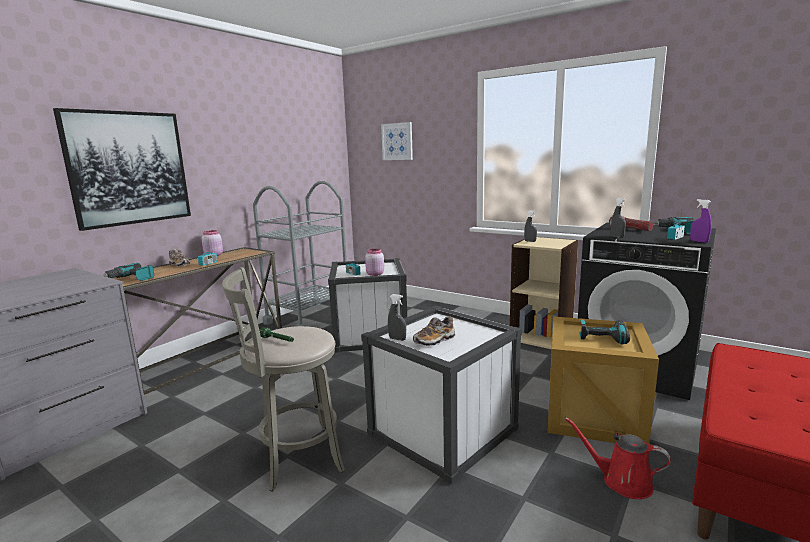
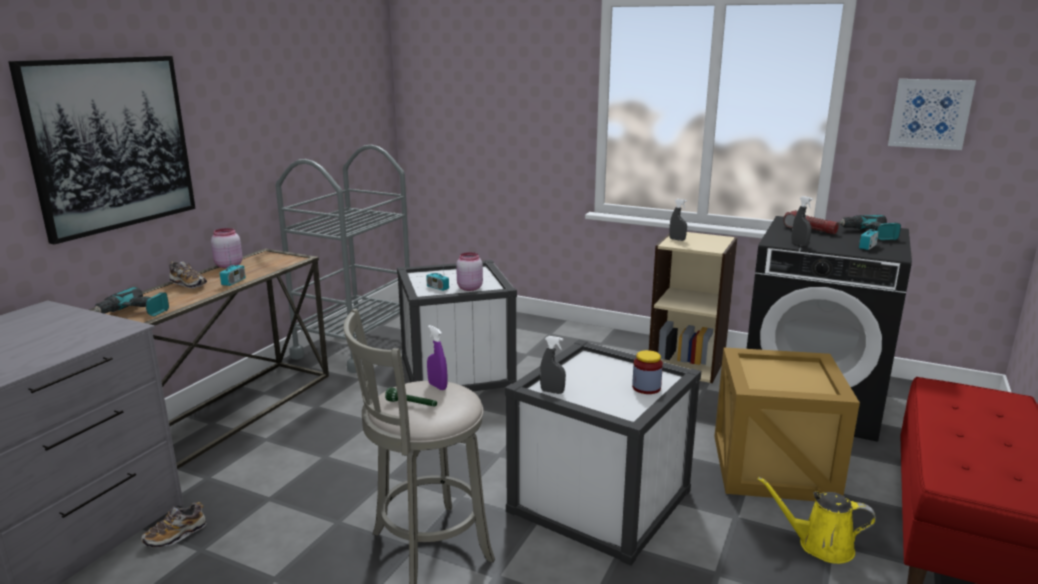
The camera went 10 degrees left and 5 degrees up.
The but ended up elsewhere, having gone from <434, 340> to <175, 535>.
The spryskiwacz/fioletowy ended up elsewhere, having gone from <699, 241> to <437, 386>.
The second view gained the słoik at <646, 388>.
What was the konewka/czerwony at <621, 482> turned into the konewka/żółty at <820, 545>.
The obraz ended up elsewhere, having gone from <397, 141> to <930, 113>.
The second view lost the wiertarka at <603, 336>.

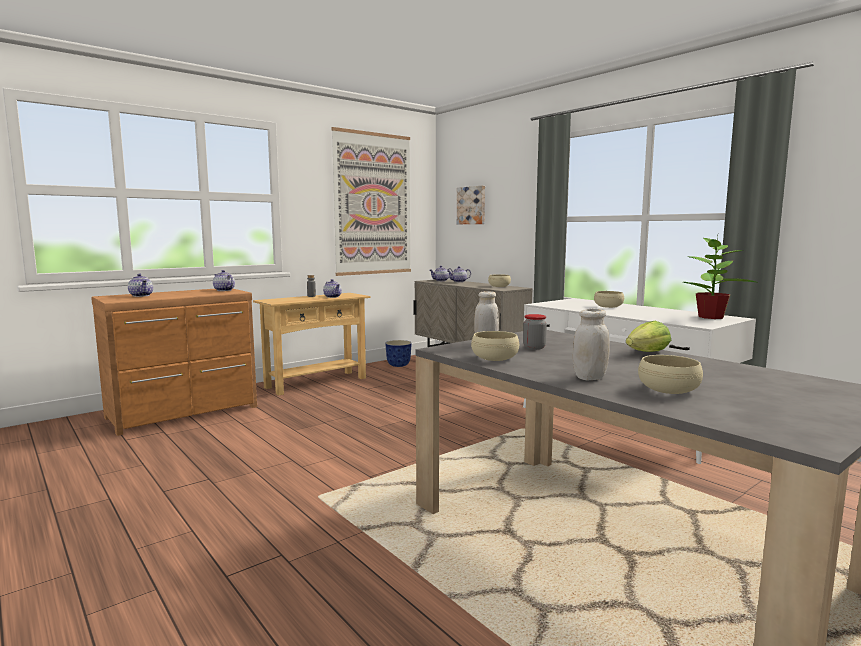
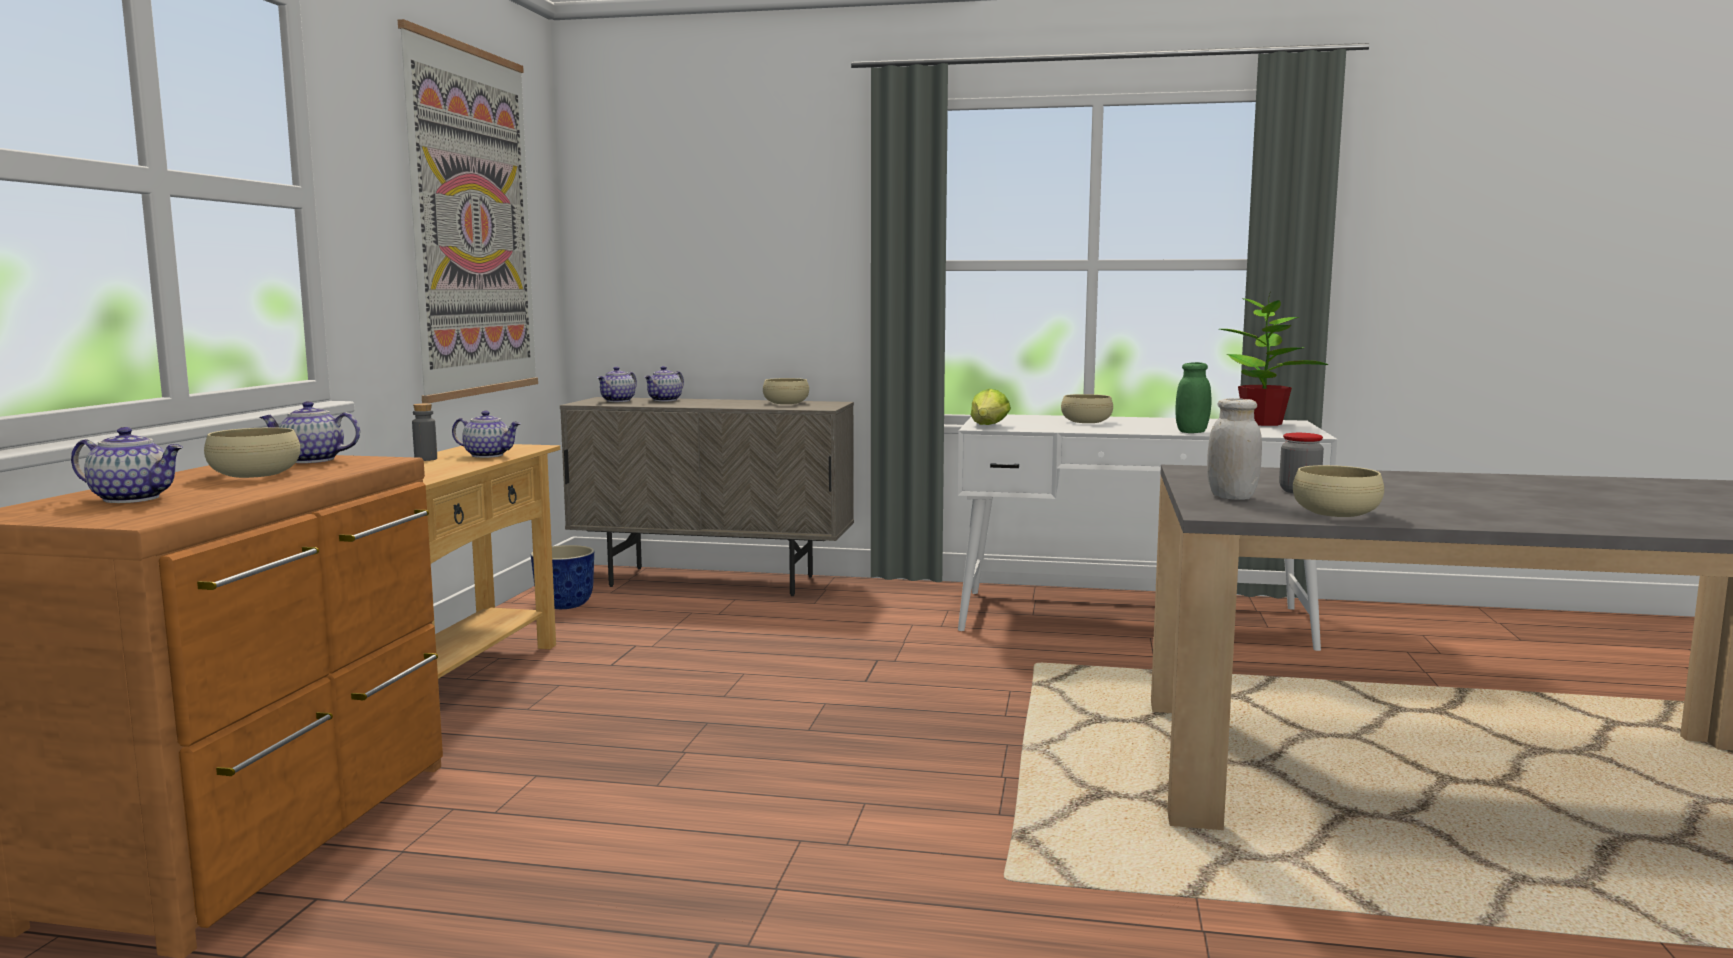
The camera went 40 degrees left and 0 degrees up.
The miska/beżowy ended up elsewhere, having gone from <668, 389> to <255, 474>.
The sałata ended up elsewhere, having gone from <647, 353> to <989, 426>.
The second view gained the słoik/zielony at <1192, 432>.
The second view lost the obraz at <472, 205>.
The second view lost the słoik/biały at <590, 378>.

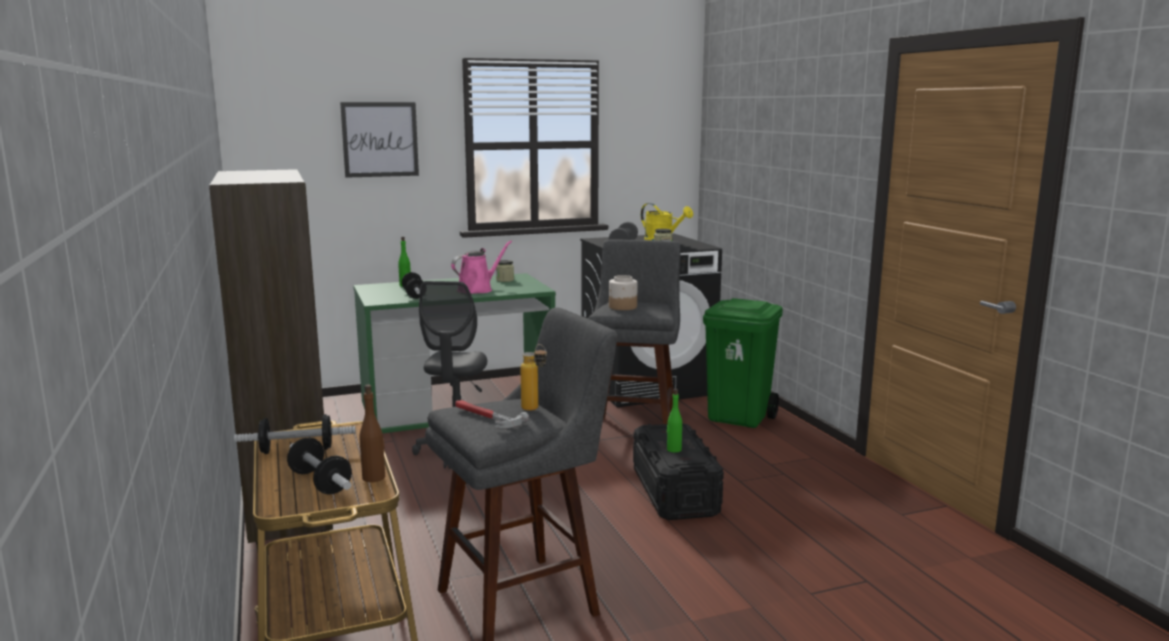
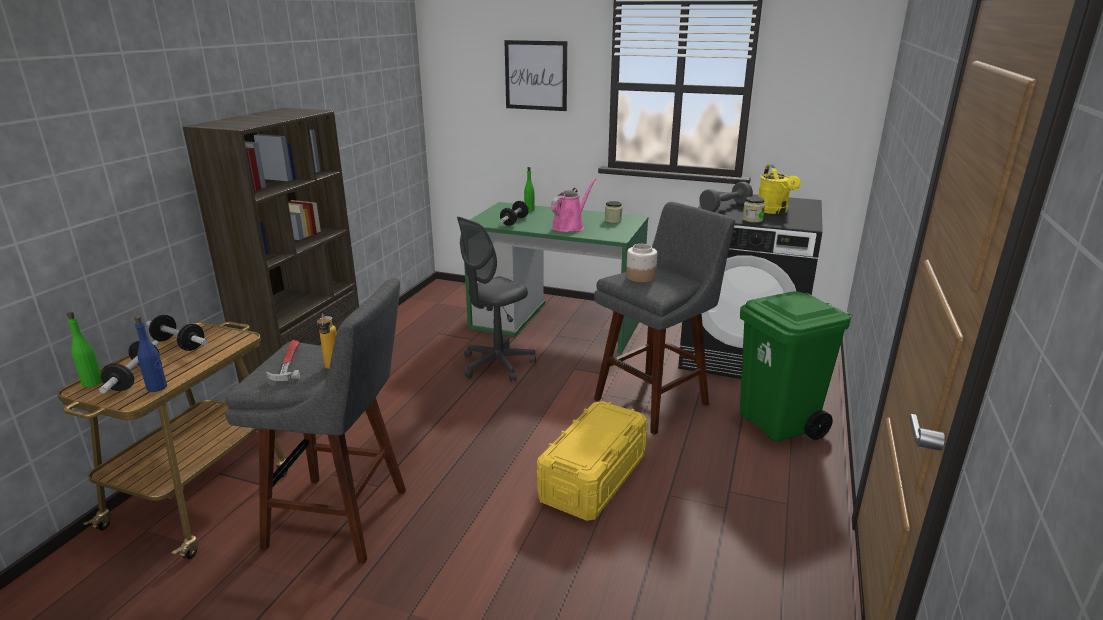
The camera went 40 degrees right and 10 degrees up.
The butelka/zielony ended up elsewhere, having gone from <673, 449> to <92, 382>.
What was the butelka/brązowy at <374, 477> turned into the butelka/niebieski at <157, 387>.
What was the pojemnik do przechowywania/czarny at <675, 492> turned into the pojemnik do przechowywania/żółty at <593, 477>.
The konewka/różowy at <477, 289> ended up facing another way, 45 degrees counterclockwise from before.

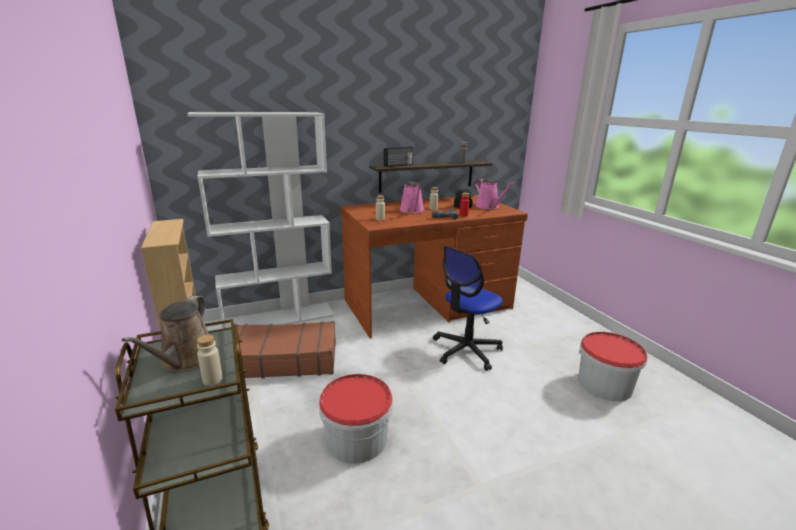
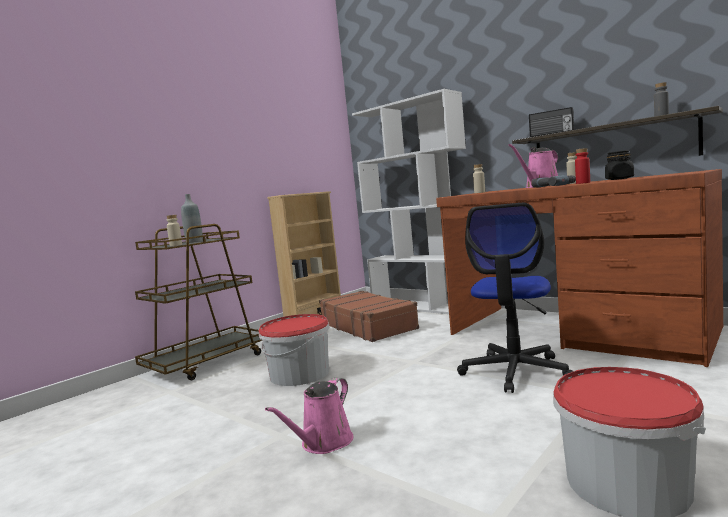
The camera went 65 degrees right and 15 degrees down.
Where the konewka/brązowy stood at <185, 360>, the butelka/szary came to stand at <194, 242>.
The konewka/różowy ended up elsewhere, having gone from <488, 206> to <323, 443>.
The krzesło biurowe at <466, 350> ended up facing another way, 90 degrees counterclockwise from before.

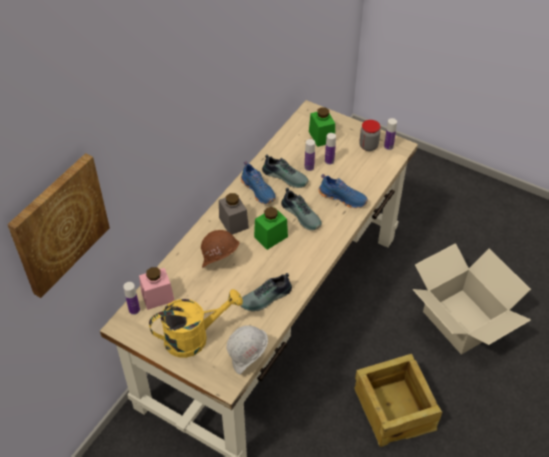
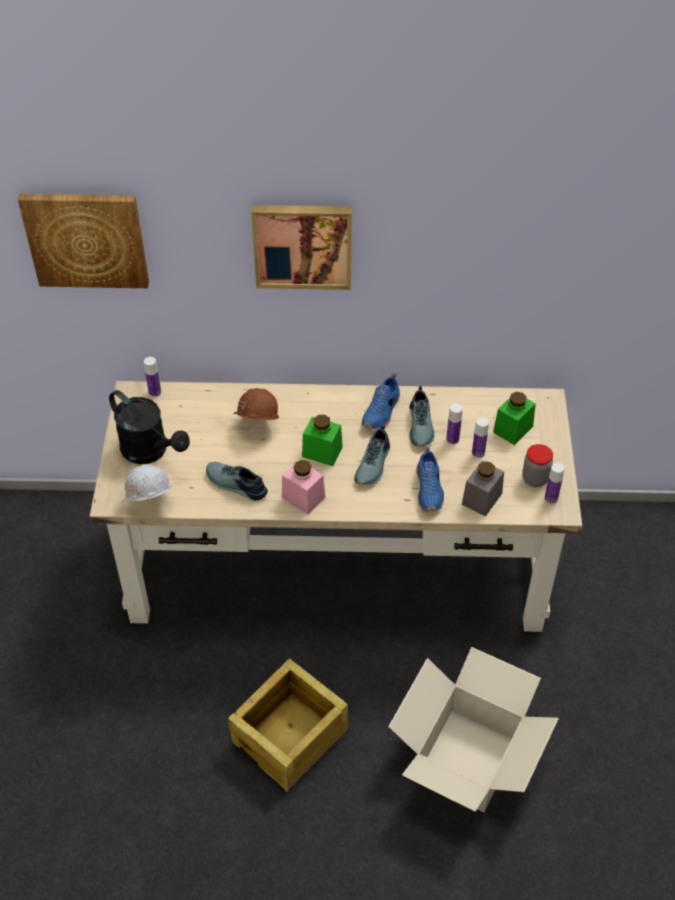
The camera went 60 degrees right and 0 degrees up.
What was the konewka/żółty at <194, 337> turned into the konewka/czarny at <150, 451>.
The second view gained the obraz at <303, 244>.
The słoik/różowy ended up elsewhere, having gone from <157, 297> to <303, 497>.
The słoik/szary ended up elsewhere, having gone from <233, 223> to <481, 499>.

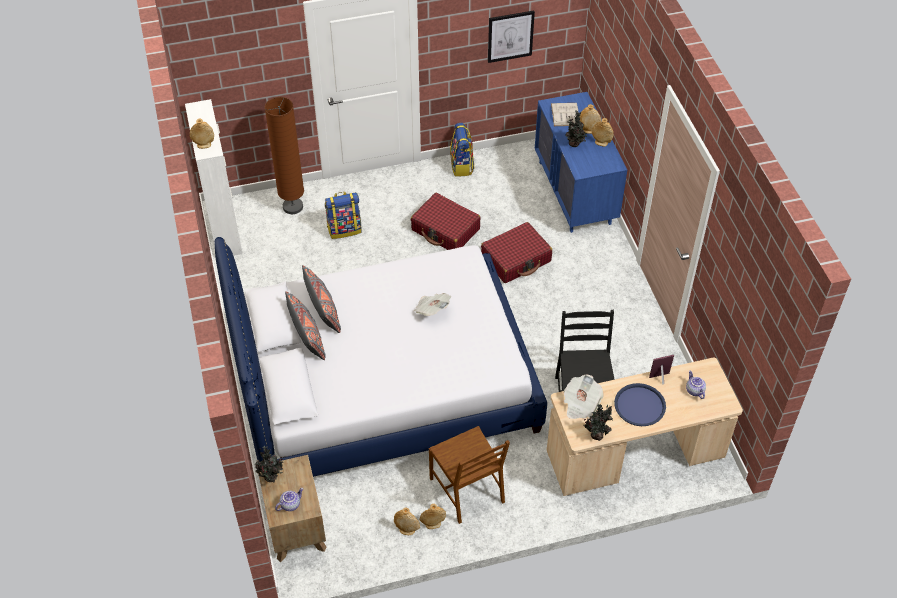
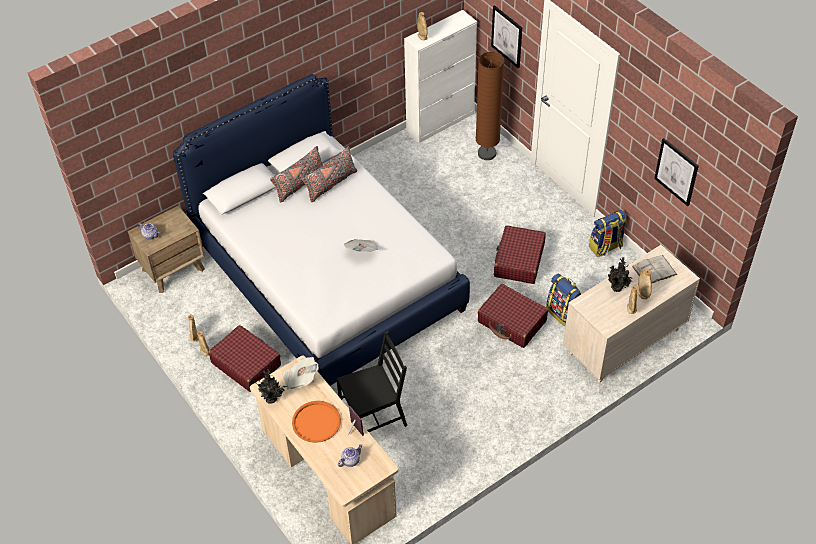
The camera went 70 degrees right and 0 degrees up.
Where the krzesło/brązowy stood at <468, 490>, the walizka/czerwony came to stand at <246, 364>.
What was the taca/niebieski at <639, 405> turned into the taca/pomarańczowy at <316, 422>.
The second view gained the obraz at <507, 36>.
The plecak ended up elsewhere, having gone from <344, 229> to <563, 313>.
What was the komoda/niebieski at <575, 193> turned into the komoda/beżowy at <623, 342>.
The second view lost the roślina doniczkowa at <271, 478>.

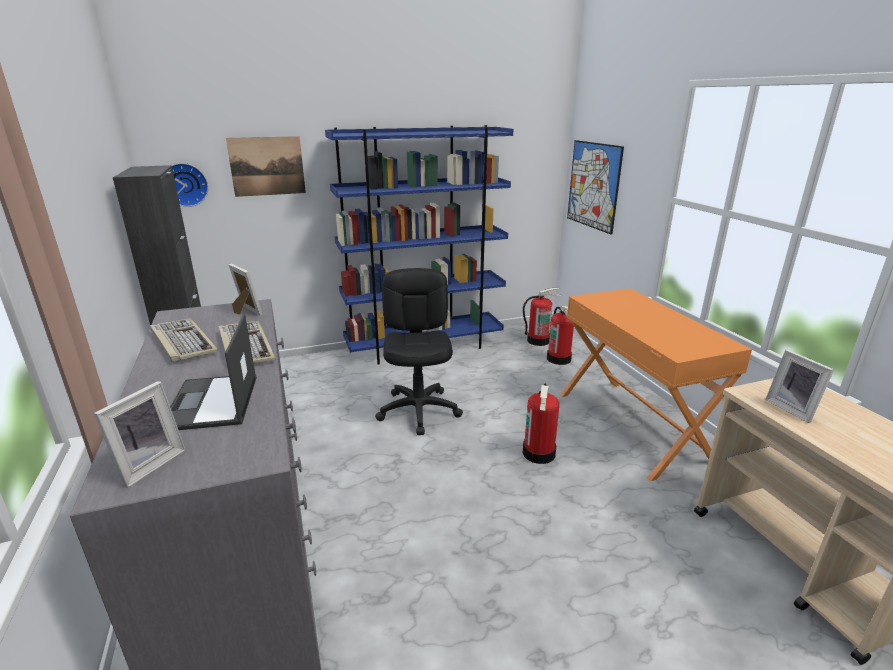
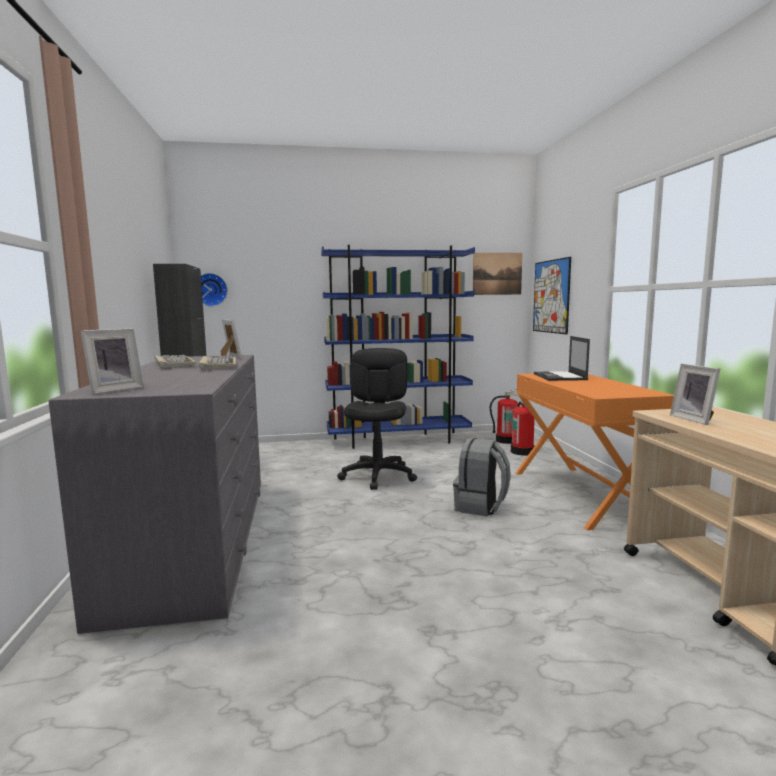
The camera went 10 degrees right and 15 degrees down.
Where the gaśnica stood at <539, 453>, the plecak/szary came to stand at <480, 507>.
The obraz ended up elsewhere, having gone from <267, 166> to <497, 273>.
The laptop ended up elsewhere, having gone from <212, 403> to <560, 377>.

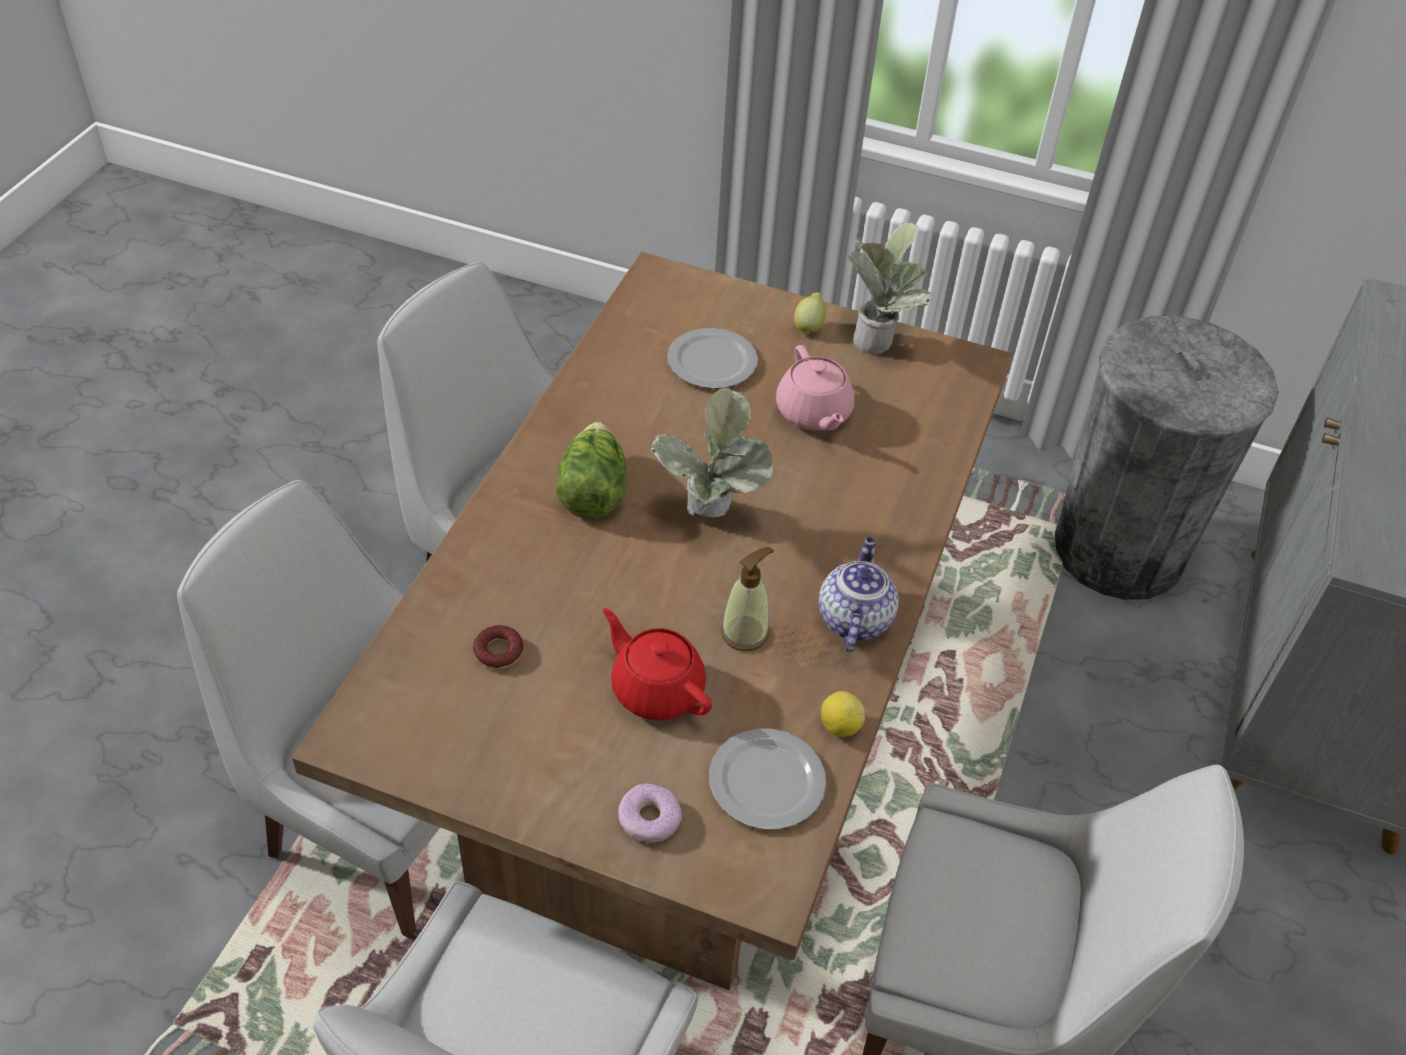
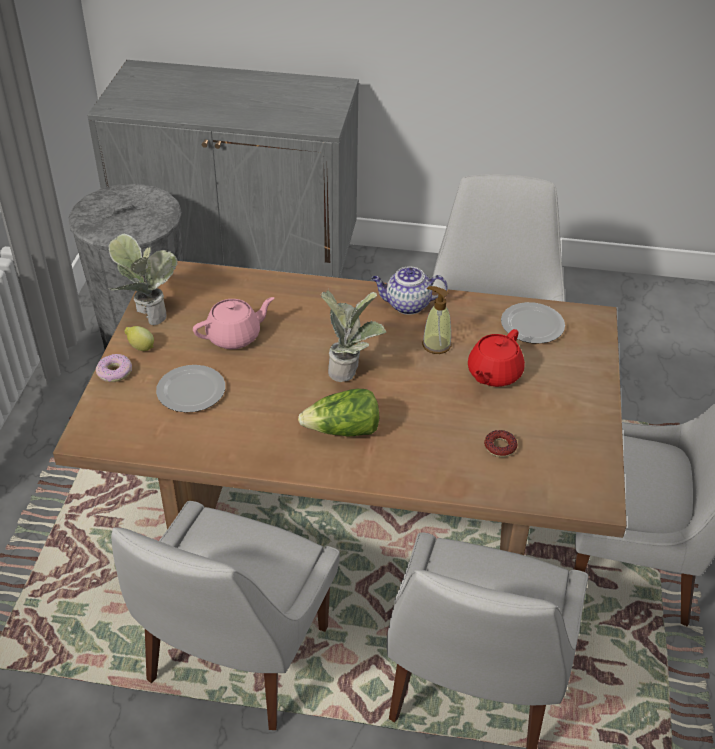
The camera went 100 degrees left and 5 degrees down.
The donut ended up elsewhere, having gone from <649, 819> to <115, 372>.
The second view lost the cytryna at <839, 726>.

